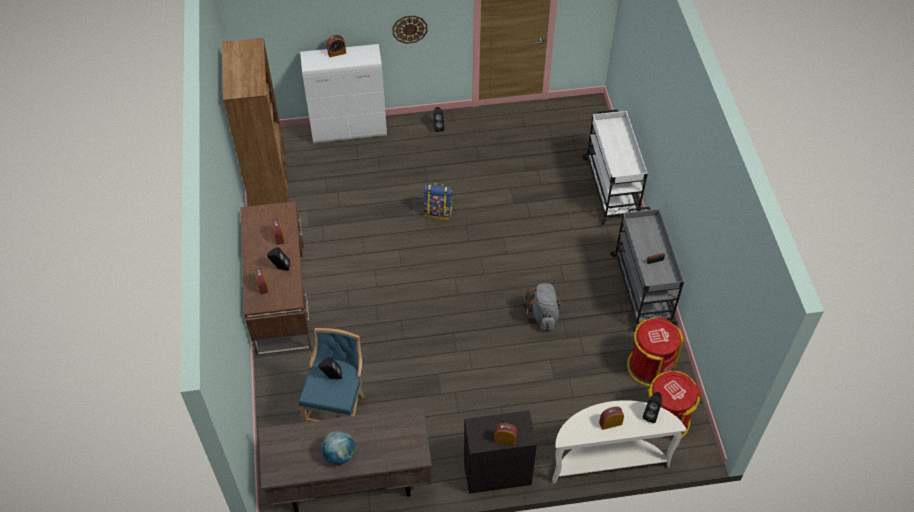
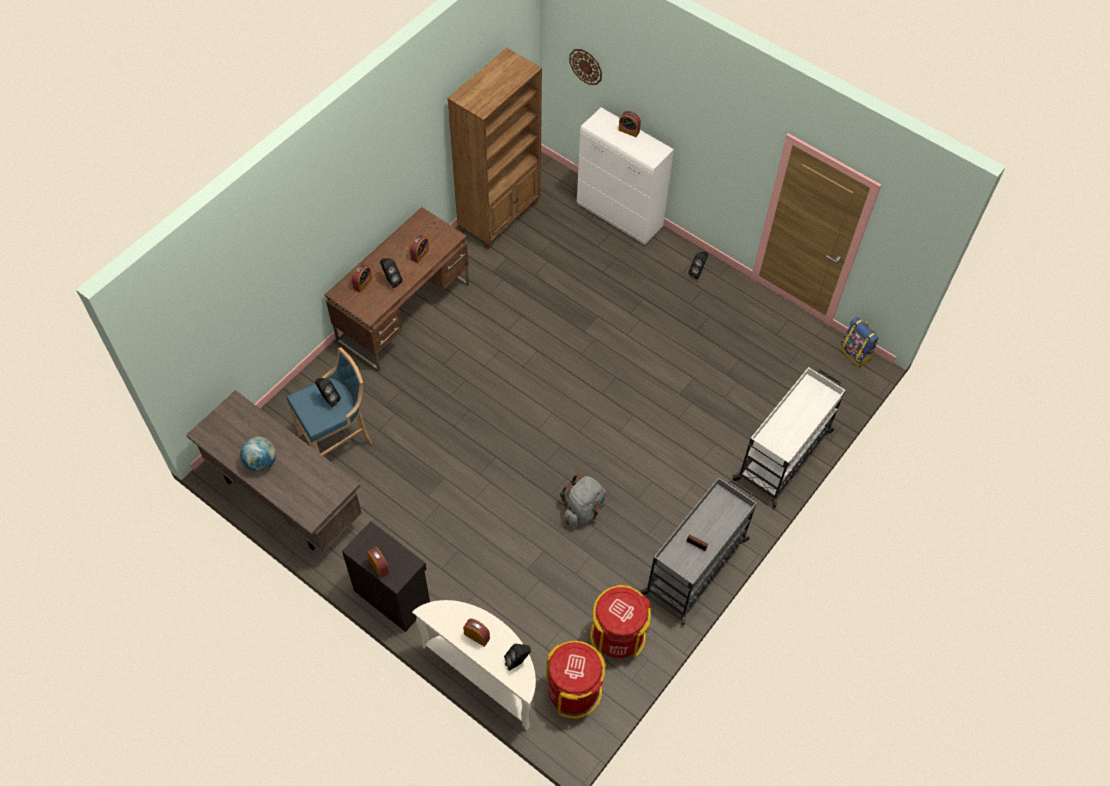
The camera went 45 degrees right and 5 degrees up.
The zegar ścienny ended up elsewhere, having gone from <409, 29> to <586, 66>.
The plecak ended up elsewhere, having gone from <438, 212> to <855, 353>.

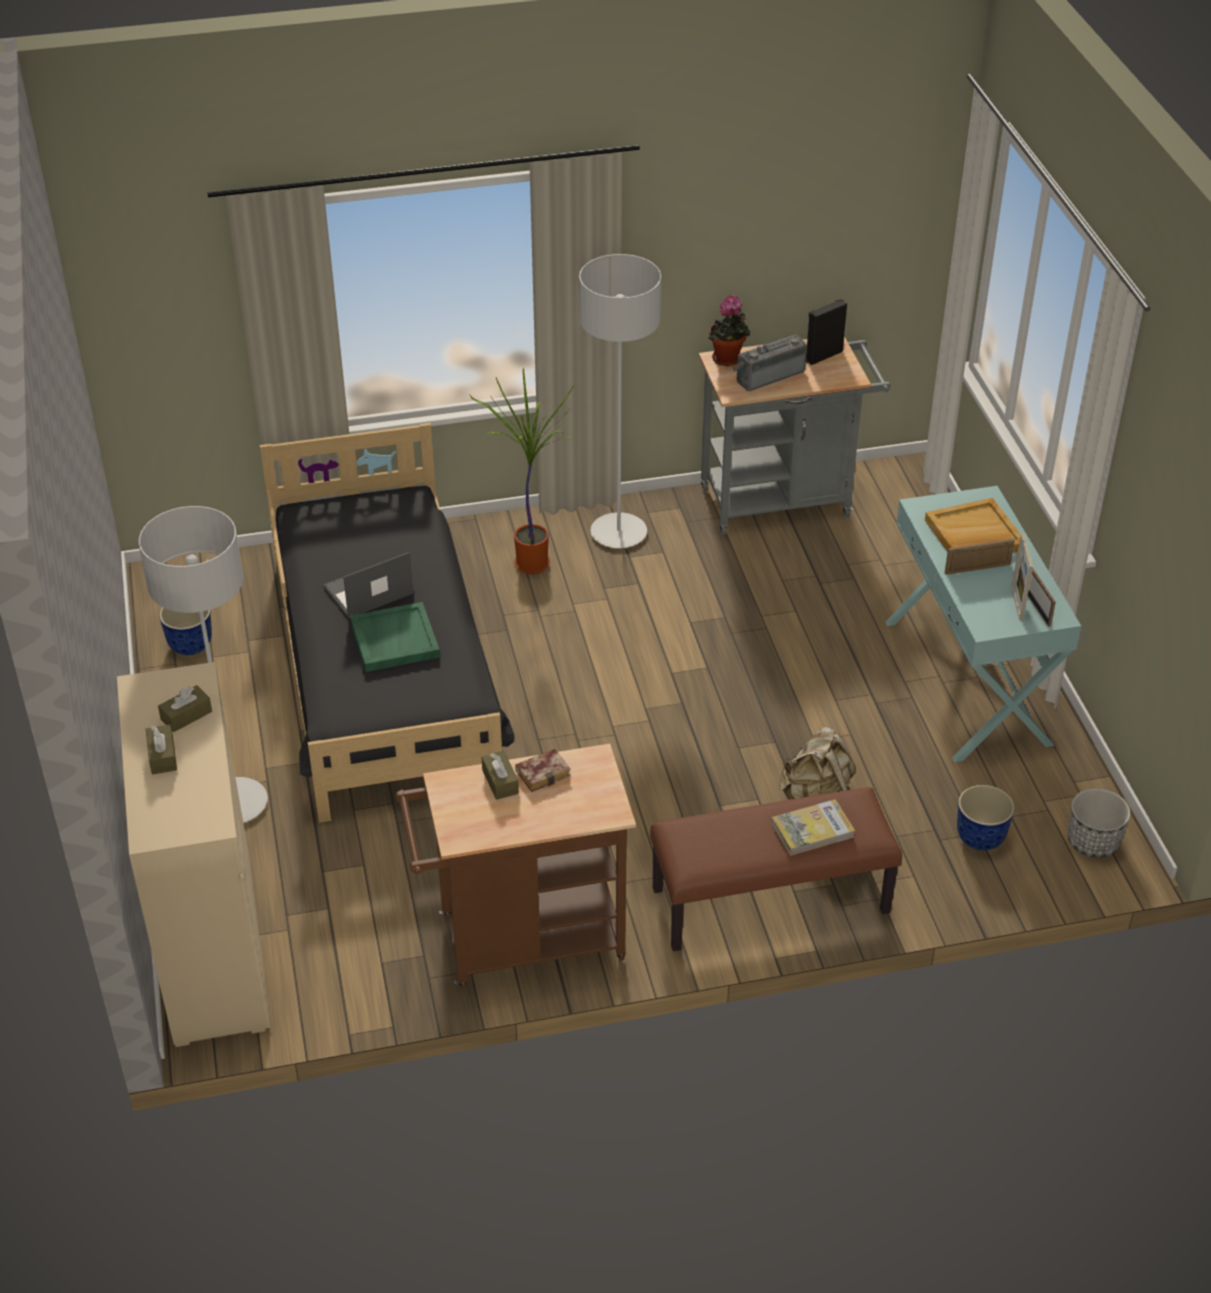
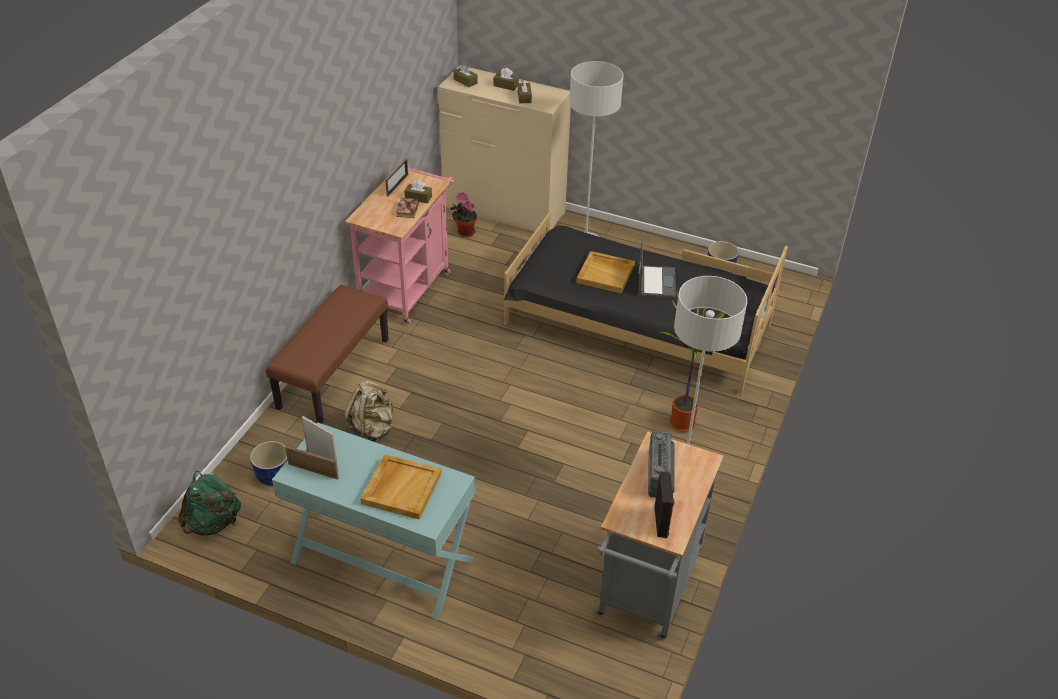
The camera went 125 degrees right and 0 degrees up.
Where the donica stood at <1092, 842>, the plecak/zielony came to stand at <213, 523>.
What was the wózek/brązowy at <520, 941> turned into the wózek/różowy at <408, 287>.
The ramka na zdjęcie ended up elsewhere, having gone from <977, 569> to <397, 185>.
The roślina doniczkowa ended up elsewhere, having gone from <728, 360> to <464, 232>.
The second view gained the pudełko chusteczek/brązowy at <465, 81>.
What was the taca/zielony at <394, 639> turned into the taca/beżowy at <606, 274>.
The second view lost the książka at <812, 830>.

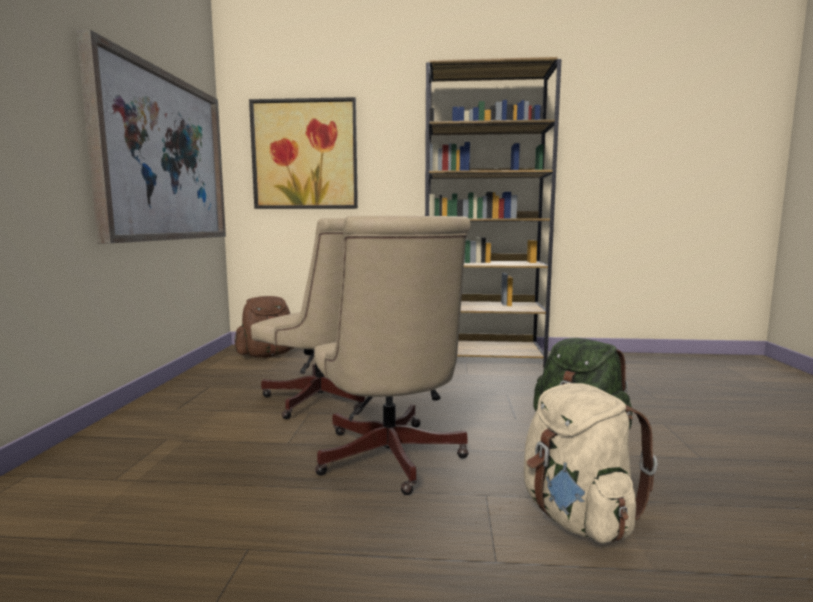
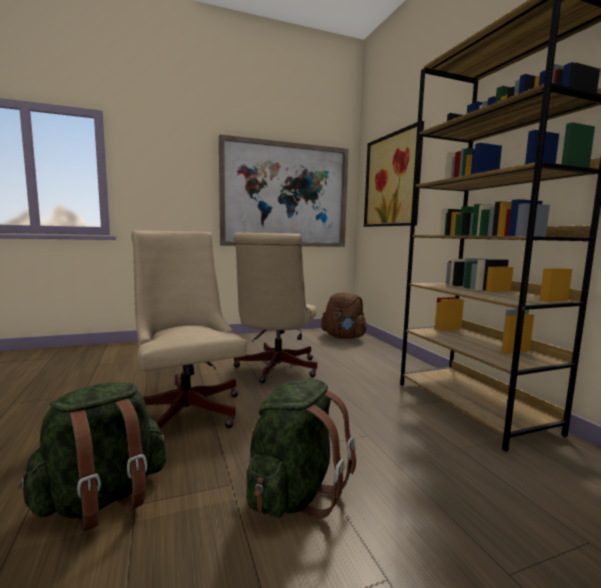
The camera went 65 degrees right and 0 degrees up.
What was the plecak/beżowy at <576, 517> turned into the plecak/zielony at <103, 499>.
The krzesło biurowe/beżowy at <390, 461> ended up facing another way, 105 degrees clockwise from before.

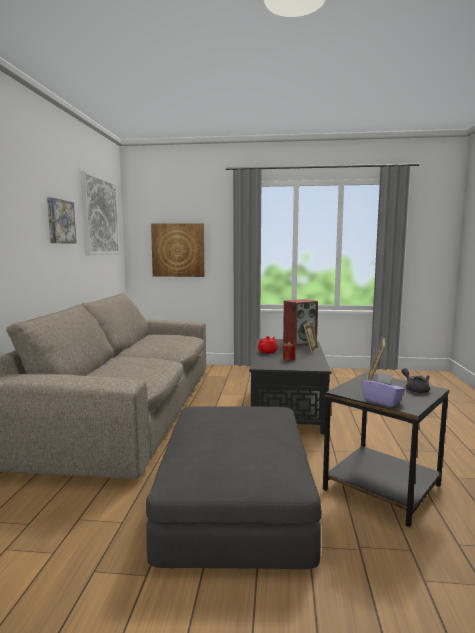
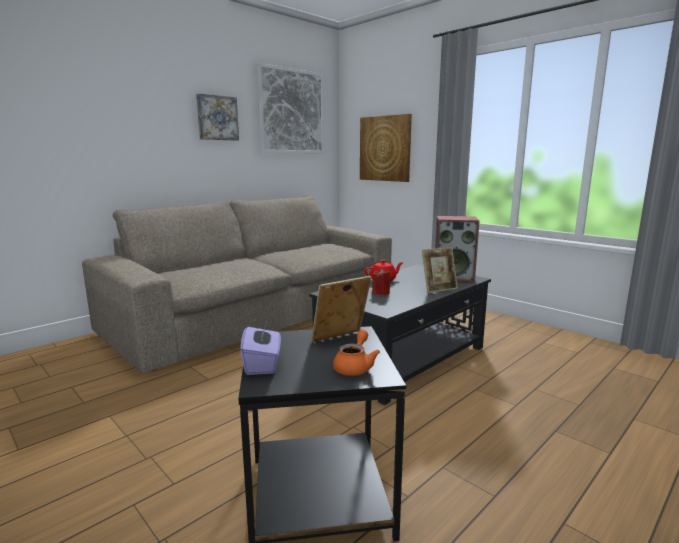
The camera went 40 degrees right and 5 degrees up.
What was the imbryk/szary at <415, 389> turned into the imbryk/pomarańczowy at <355, 367>.
The second view lost the pufa/szary at <234, 497>.

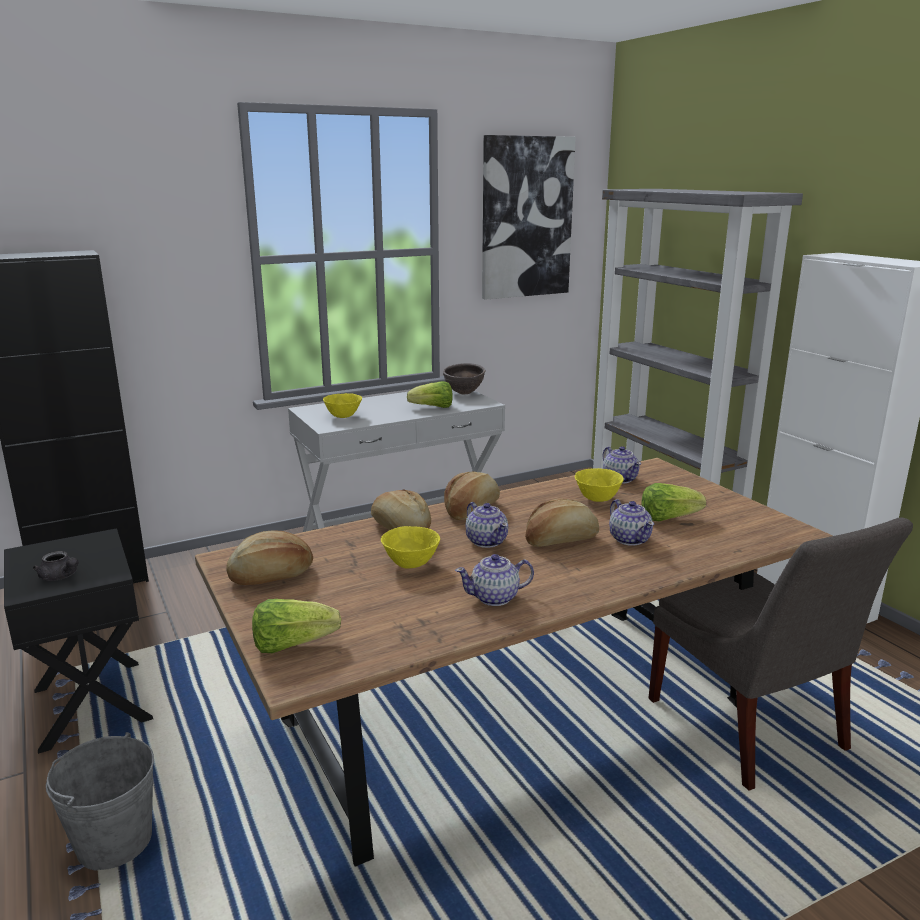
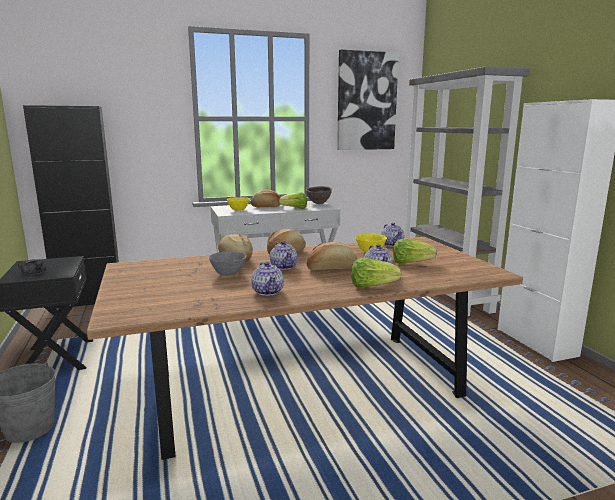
The camera went 10 degrees right and 5 degrees down.
What was the miska/żółty at <411, 564> turned into the miska/szary at <228, 274>.
The chleb ended up elsewhere, having gone from <272, 575> to <266, 206>.
The imbryk at <495, 598> ended up facing another way, 105 degrees counterclockwise from before.
The sałata ended up elsewhere, having gone from <292, 644> to <372, 286>.
The second view lost the krzesło/szary at <750, 729>.

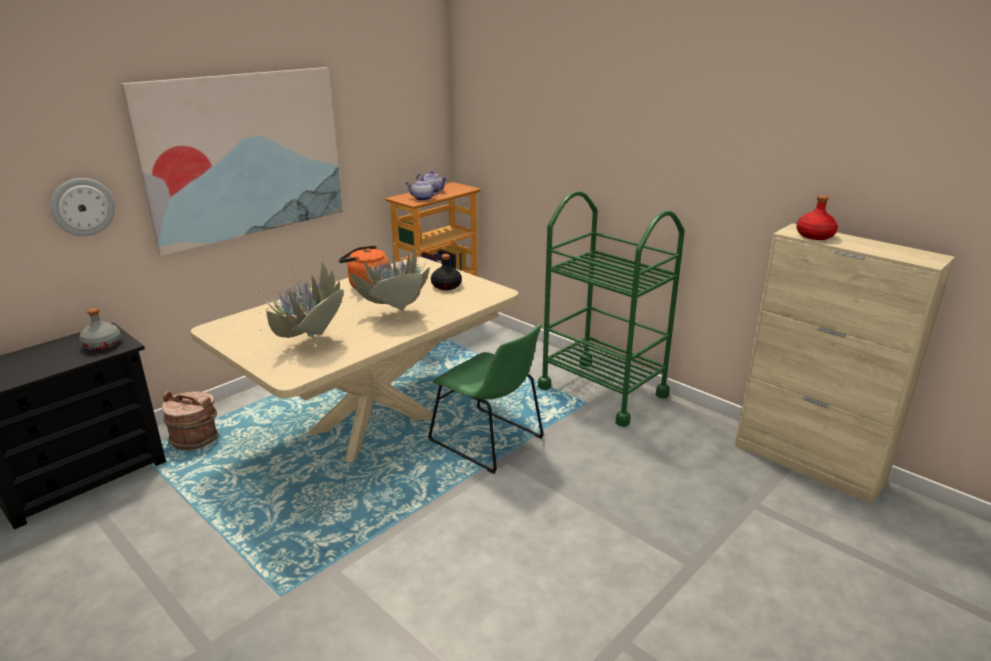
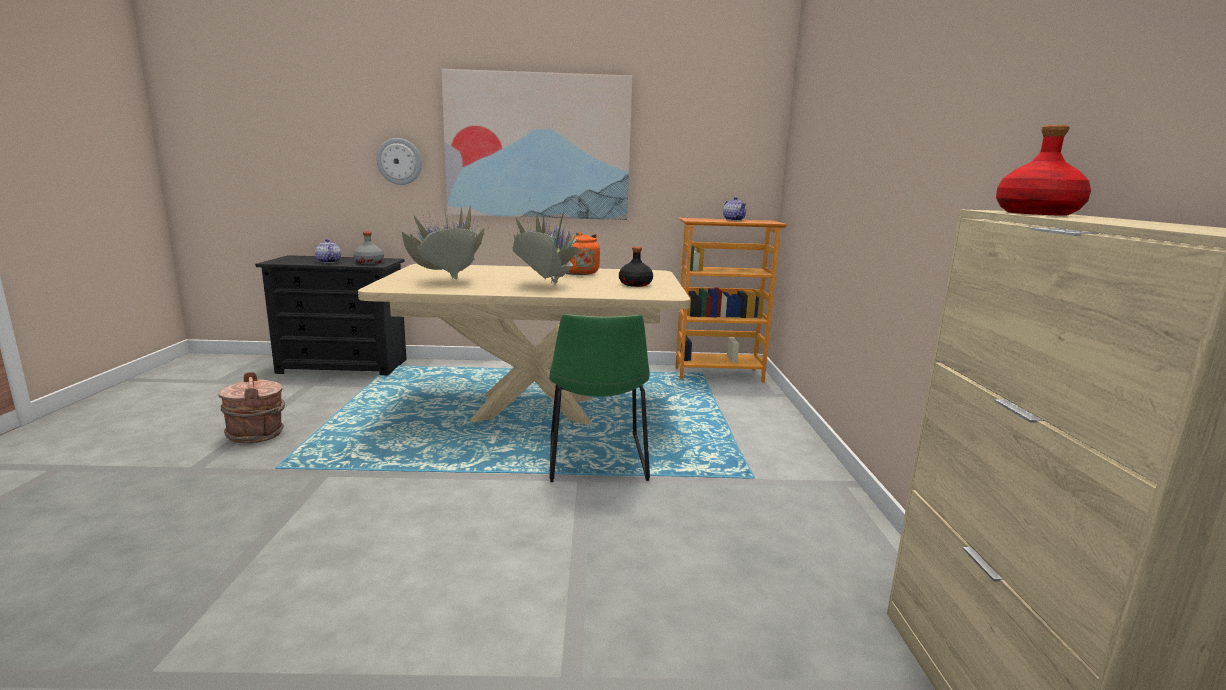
The camera went 45 degrees right and 10 degrees down.
The wiadro/brązowy ended up elsewhere, having gone from <195, 439> to <257, 434>.
The imbryk ended up elsewhere, having gone from <422, 199> to <328, 262>.
The second view lost the wózek/zielony at <602, 391>.

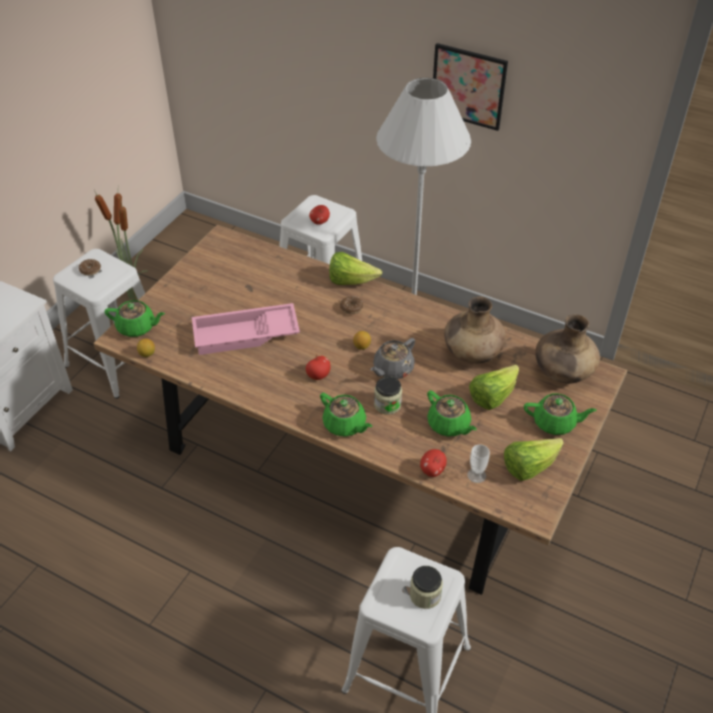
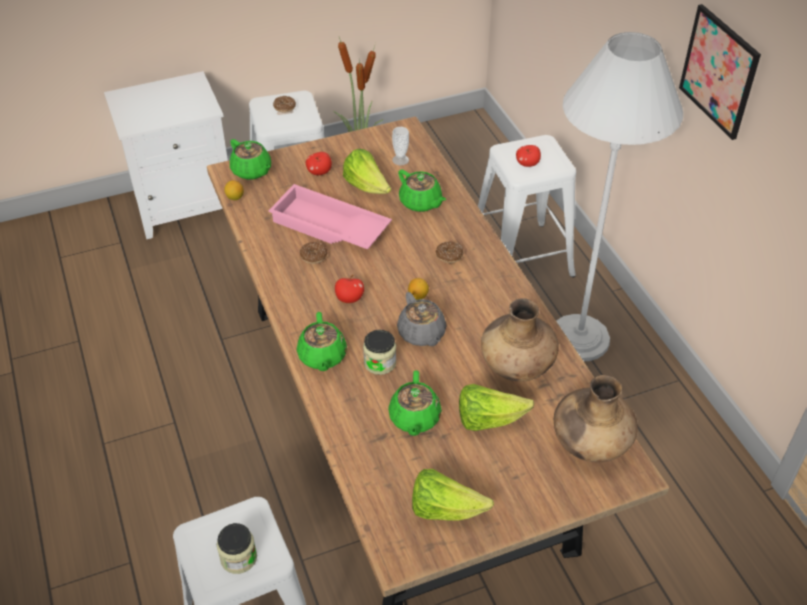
The camera went 40 degrees right and 0 degrees up.
The second view gained the donut at <313, 256>.
The jabłko ended up elsewhere, having gone from <432, 470> to <319, 172>.
The sałata ended up elsewhere, having gone from <351, 281> to <367, 187>.
The filiżanka ended up elsewhere, having gone from <476, 475> to <400, 160>.
The imbryk/szary at <392, 369> ended up facing another way, 105 degrees counterclockwise from before.
The imbryk/zielony ended up elsewhere, having gone from <555, 423> to <421, 203>.

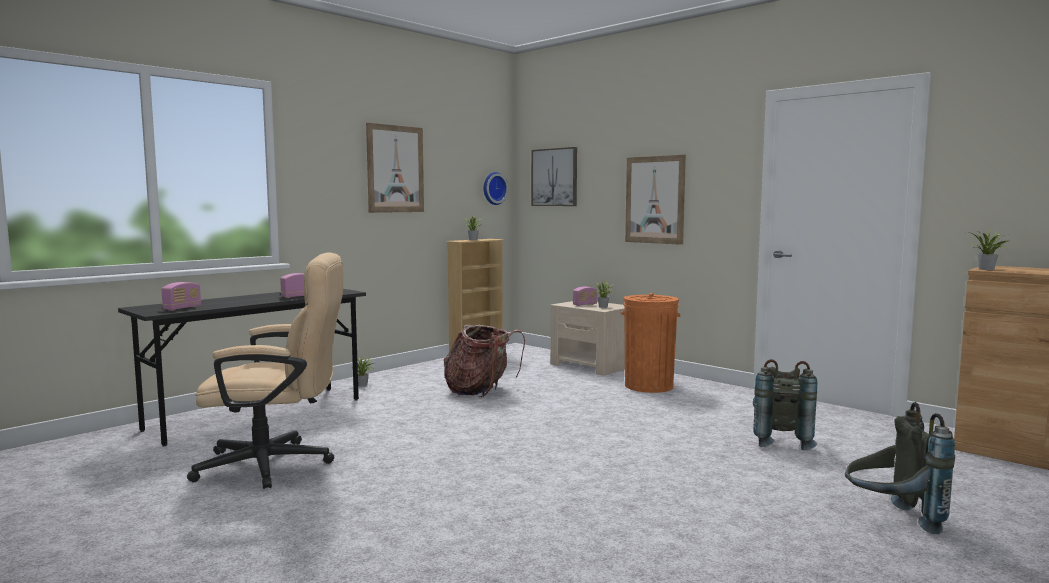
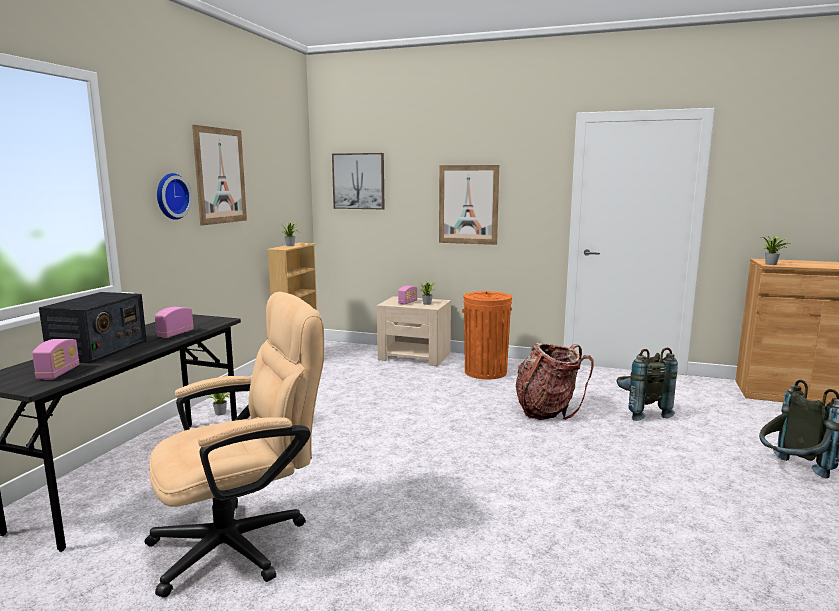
The camera went 25 degrees left and 5 degrees up.
The second view gained the radio at <98, 350>.
The zegar ścienny ended up elsewhere, having gone from <493, 188> to <170, 196>.
The plecak ended up elsewhere, having gone from <480, 391> to <547, 410>.

